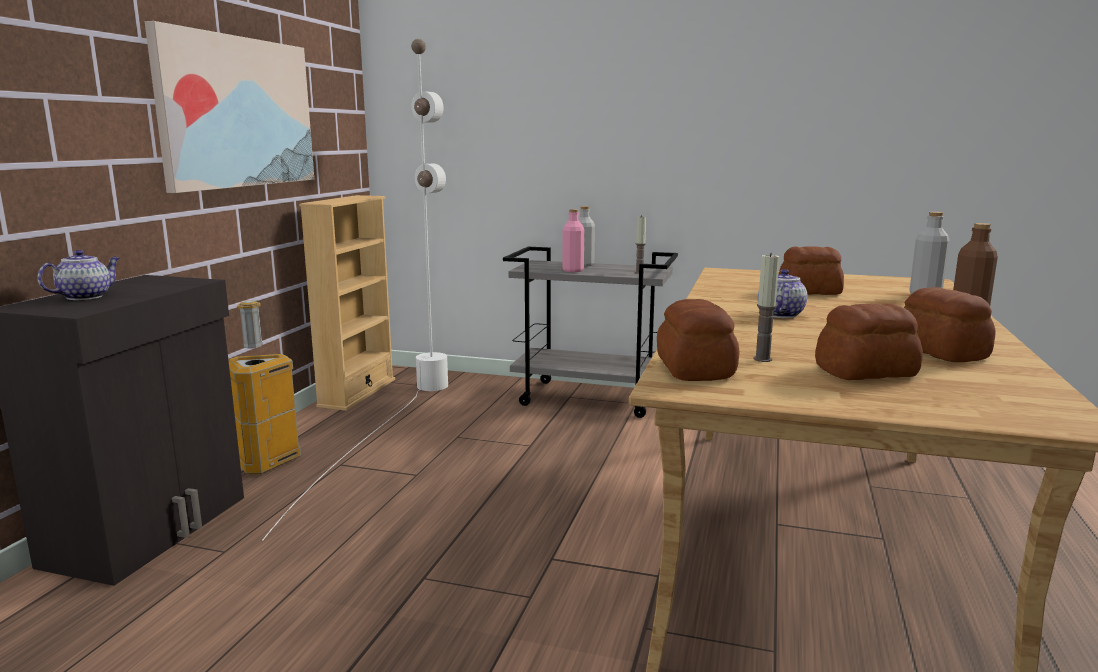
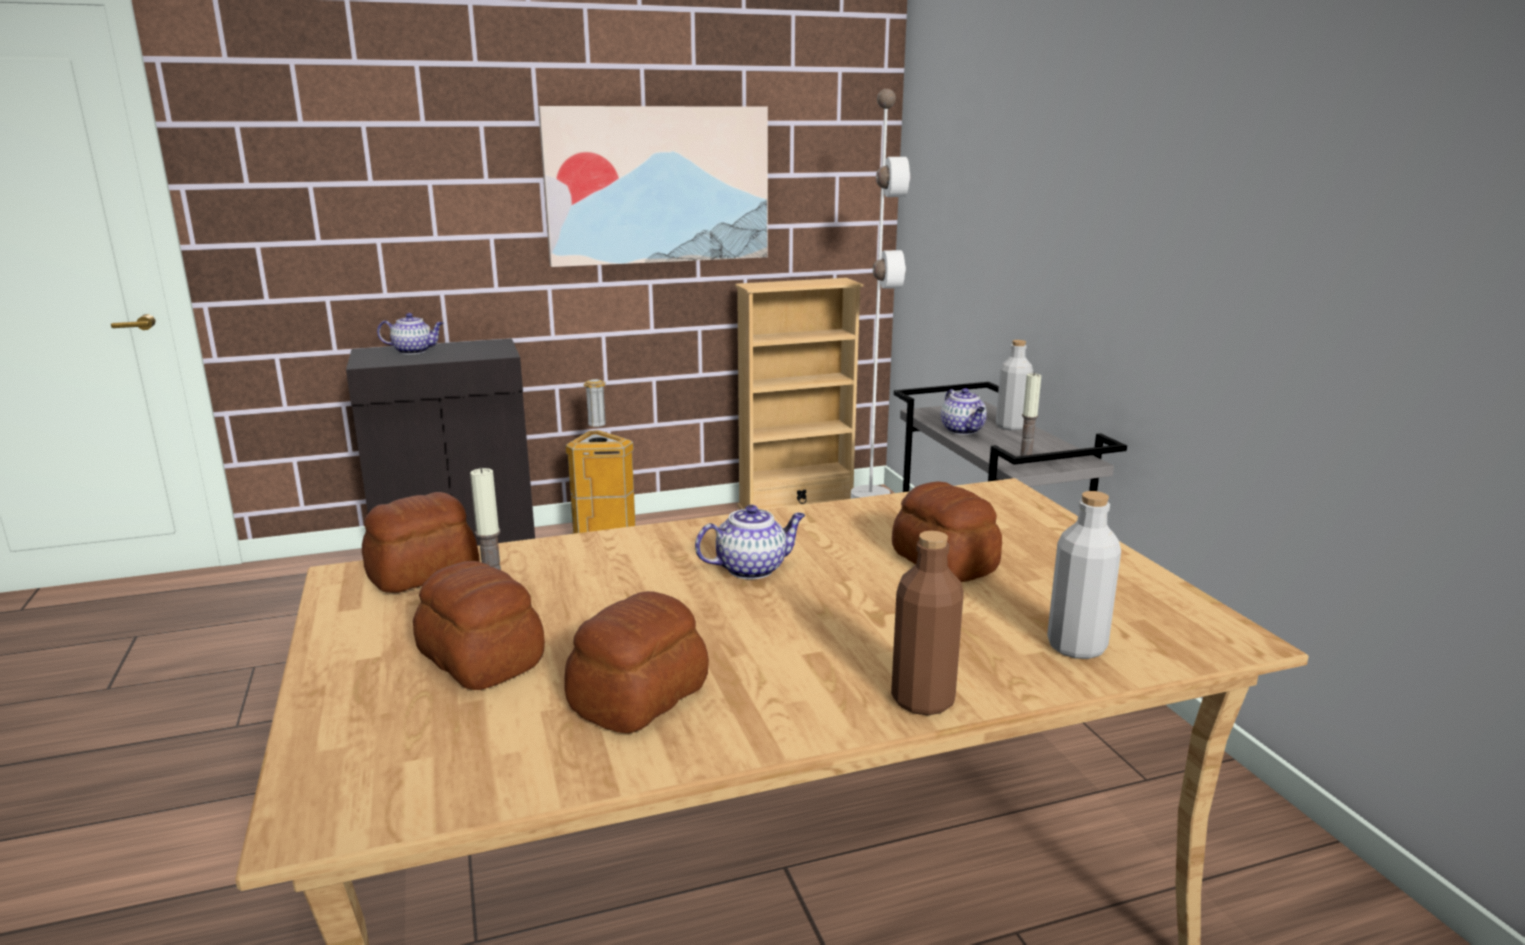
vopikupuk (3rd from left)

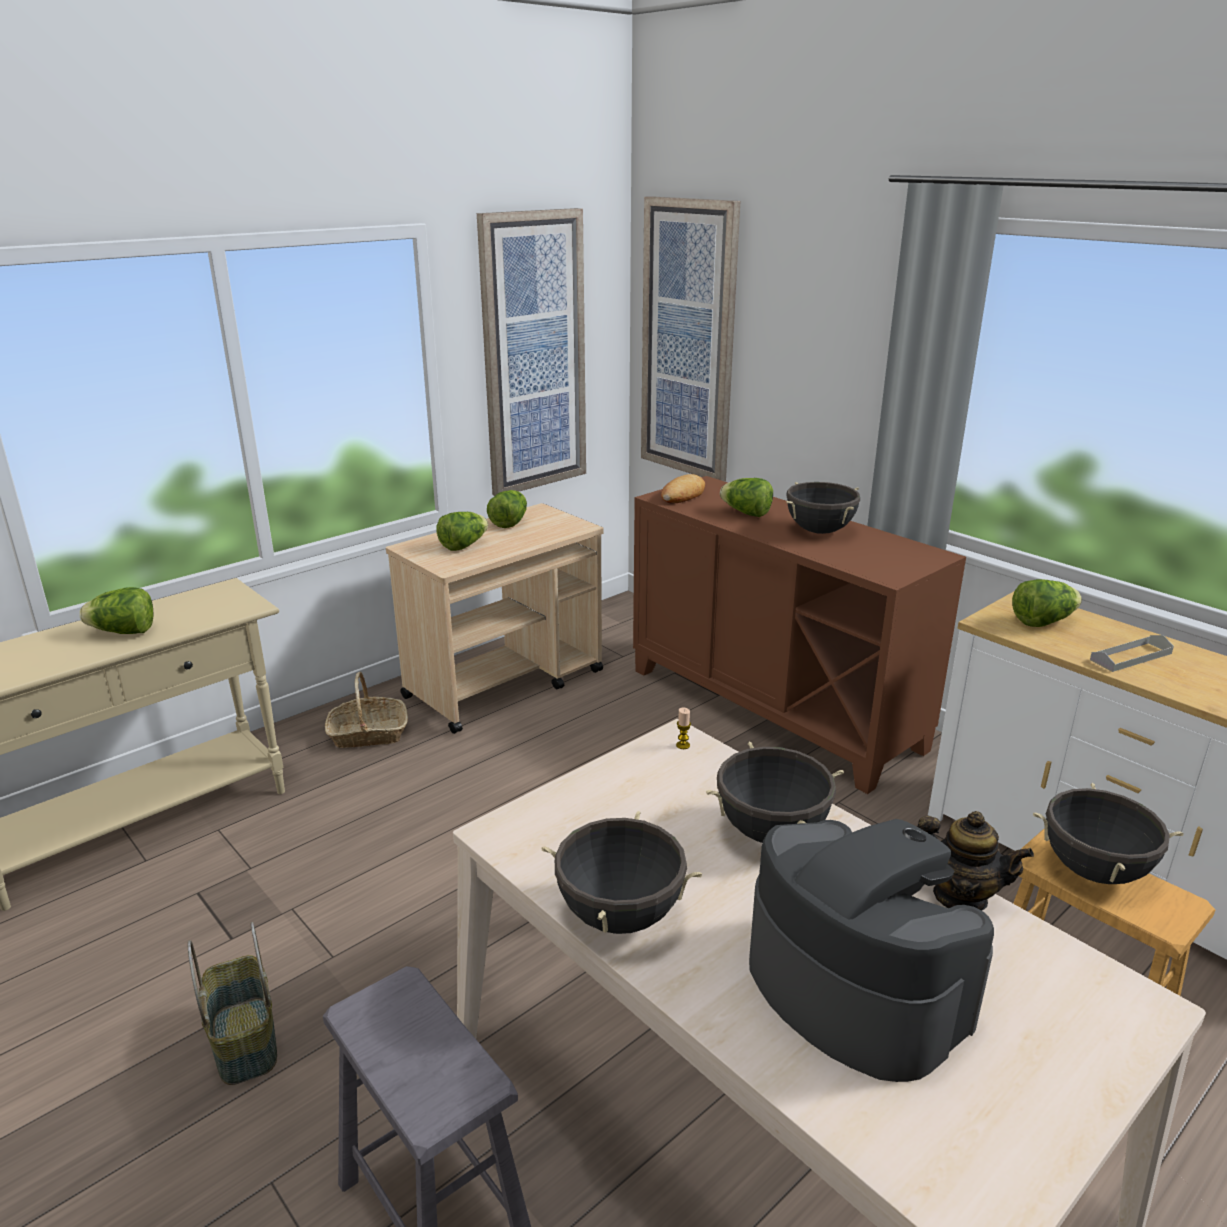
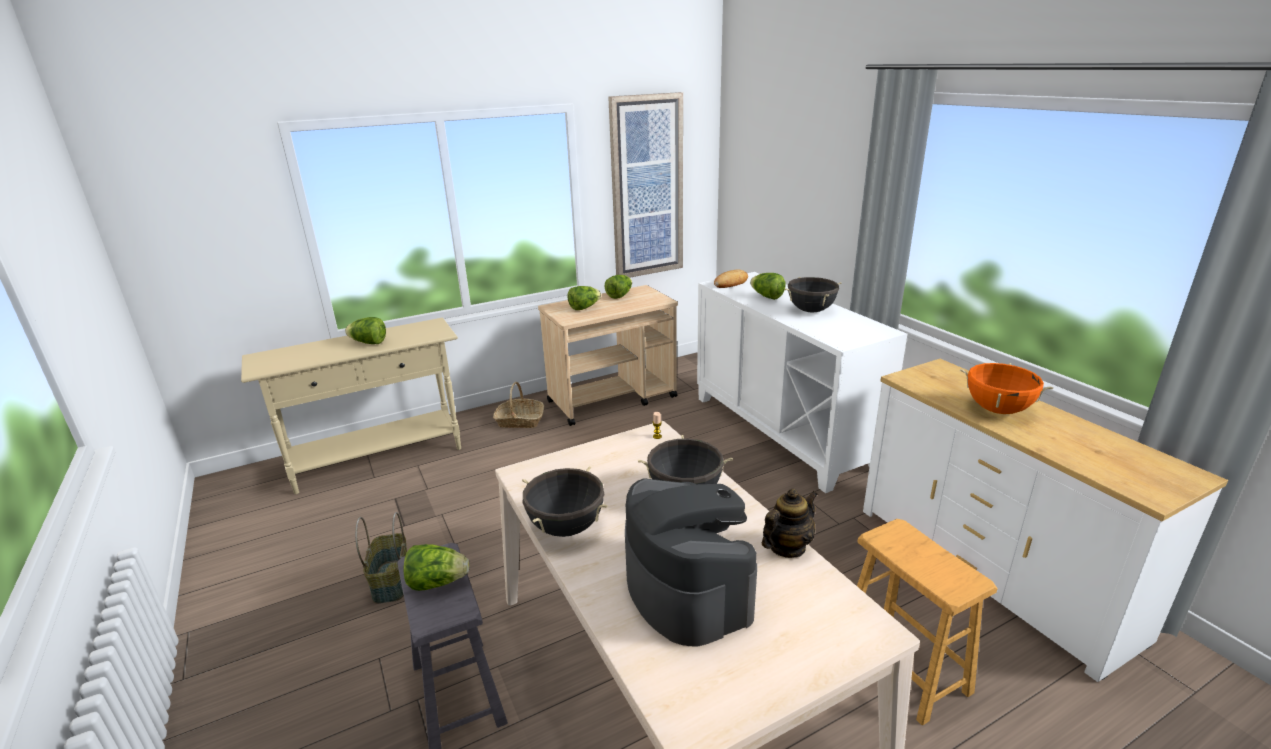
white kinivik
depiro (2nd from left in the first image)
vopikupuk
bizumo (2nd from left)
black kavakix (4th from left in the first image)
orange kavakix

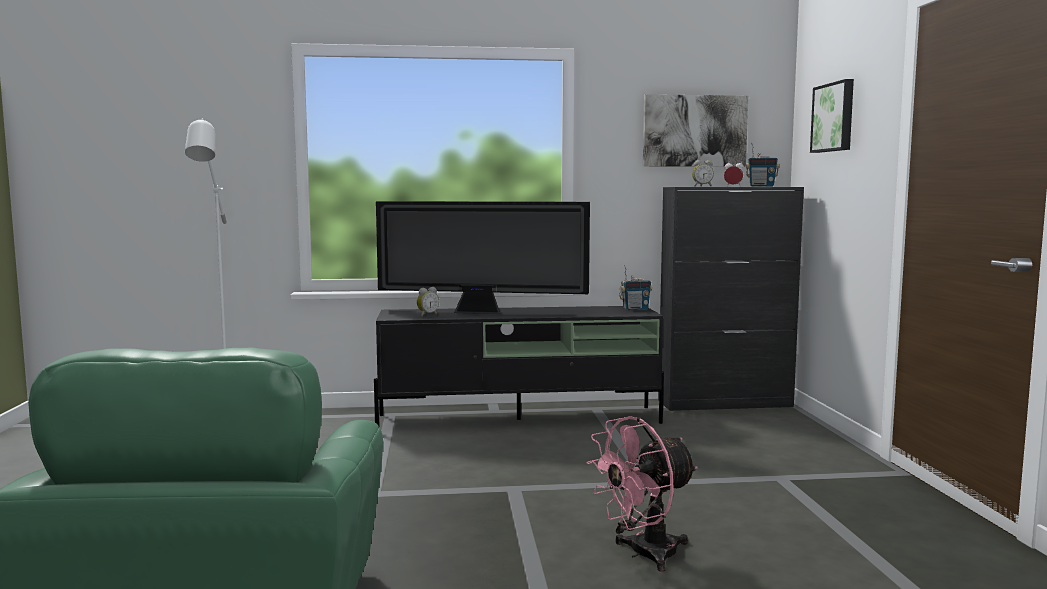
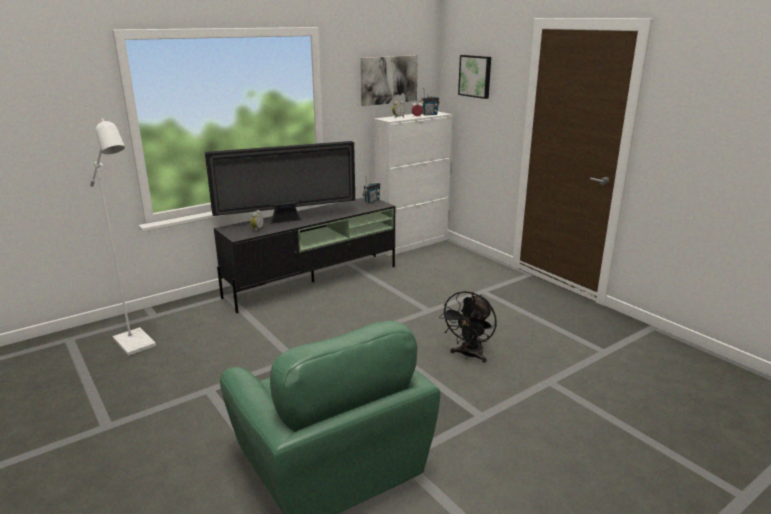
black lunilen
white kinivik

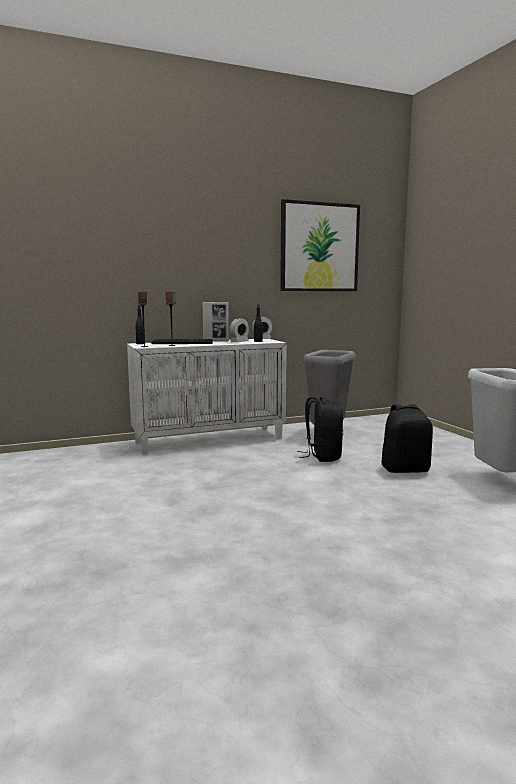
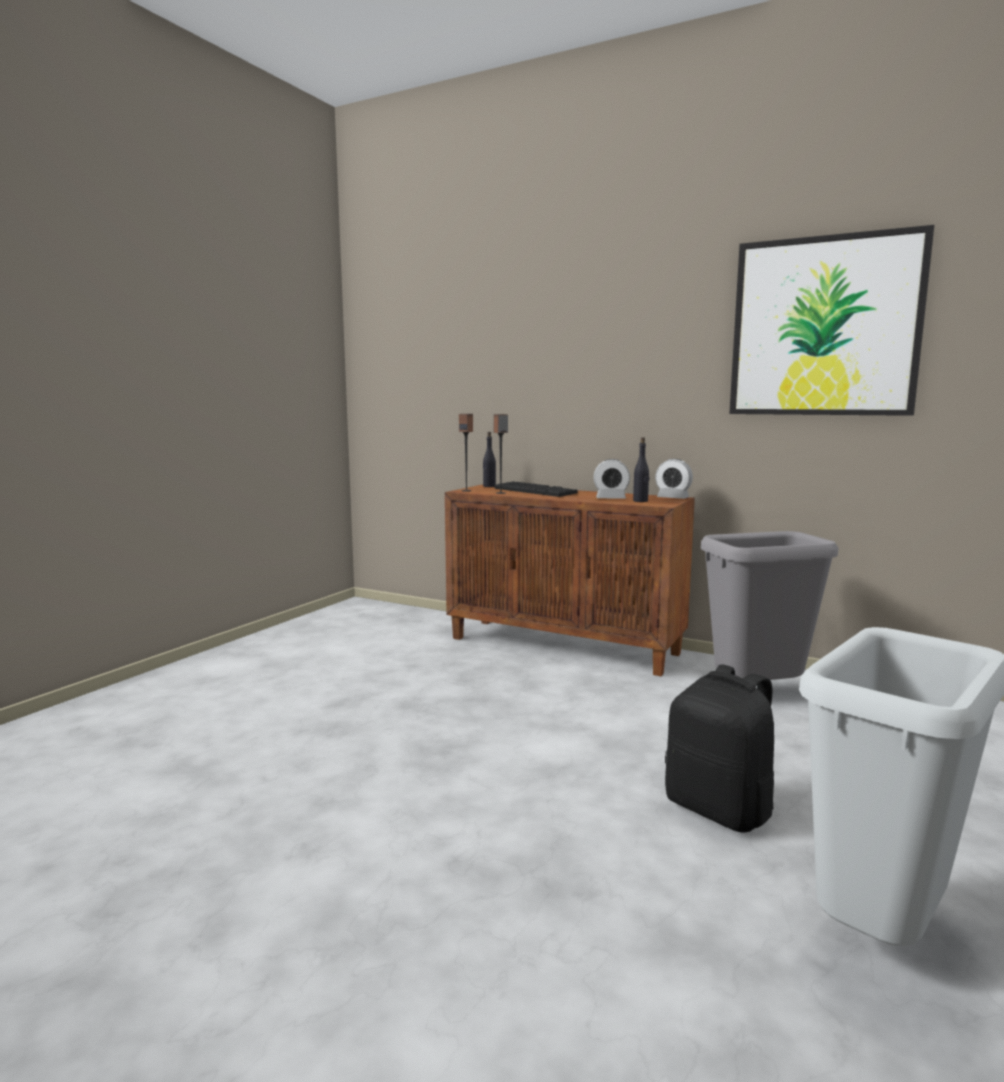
brown kinivik
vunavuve
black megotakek (1st from left in the first image)

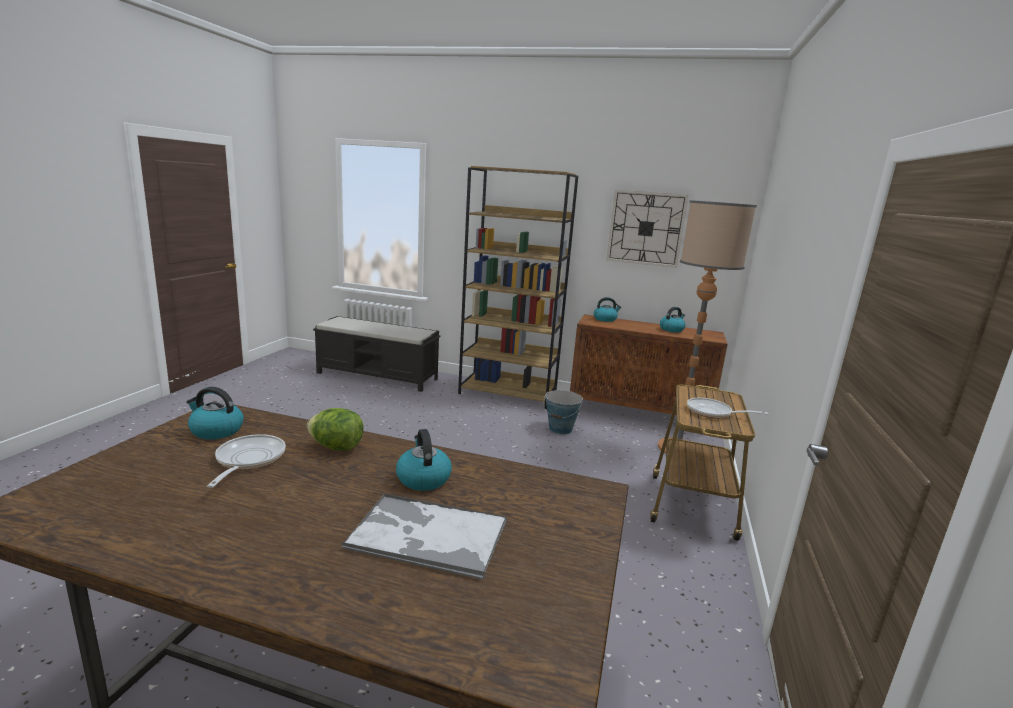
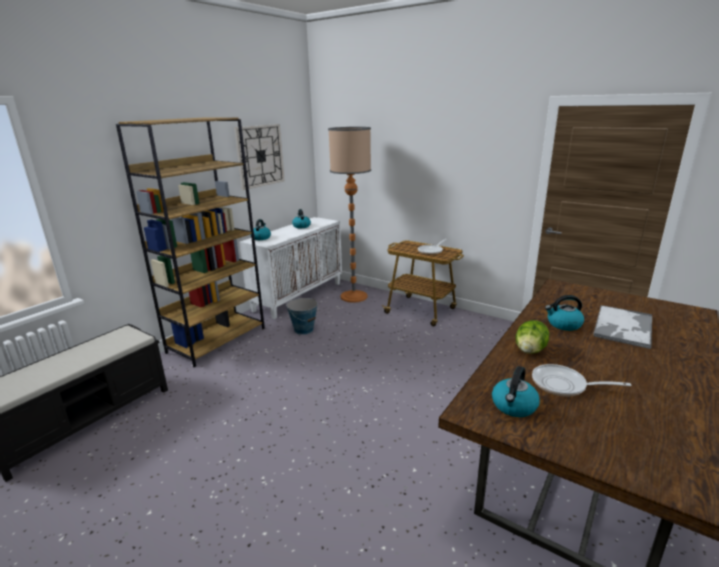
white kinivik

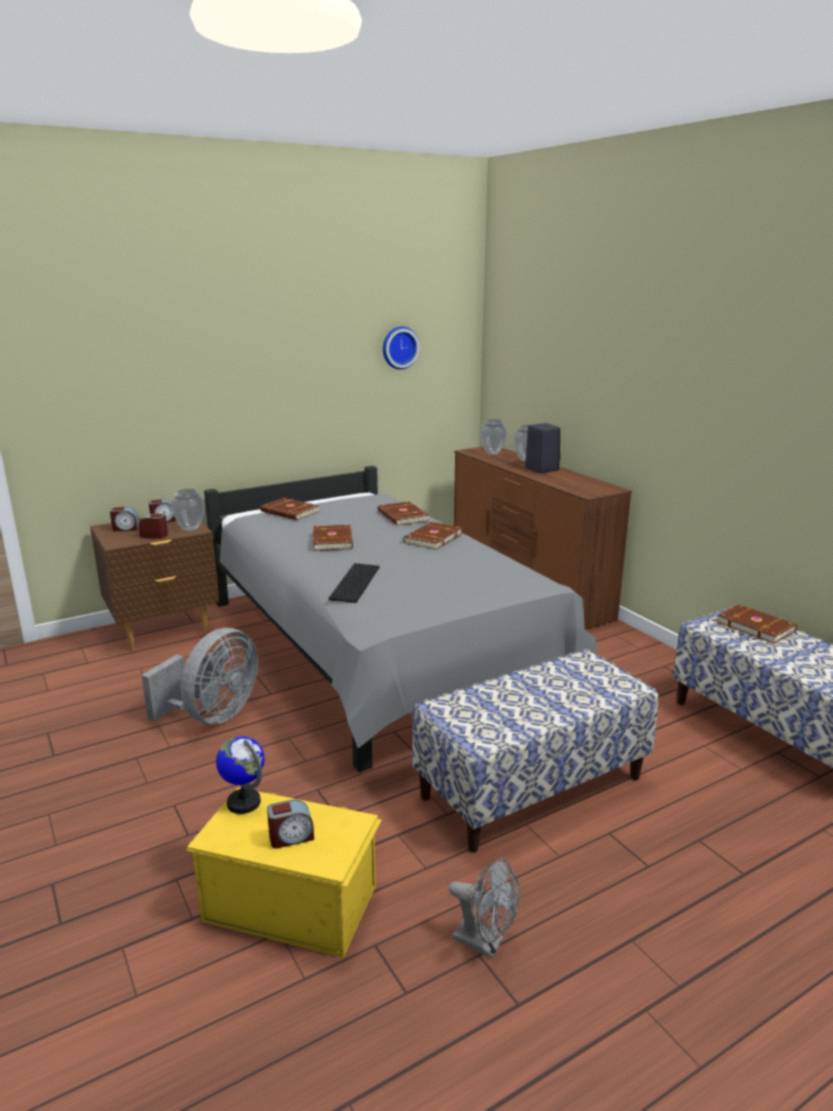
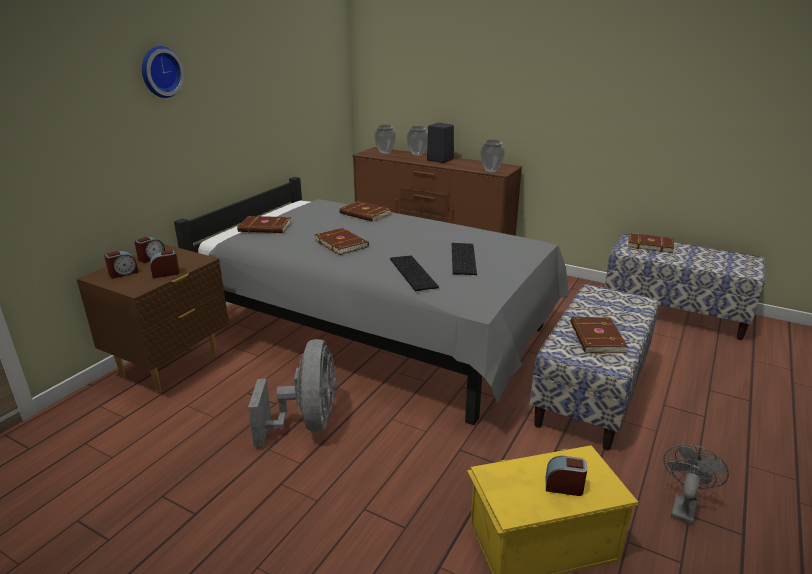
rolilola (3rd from left)
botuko
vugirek (4th from left)
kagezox
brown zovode (4th from left)
grey lunilen (2nd from left)
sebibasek (2nd from left)

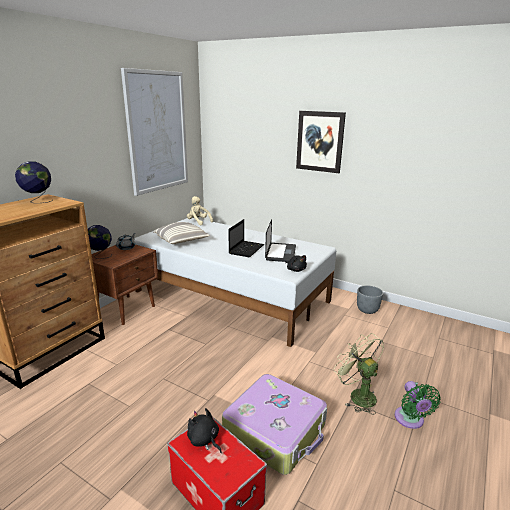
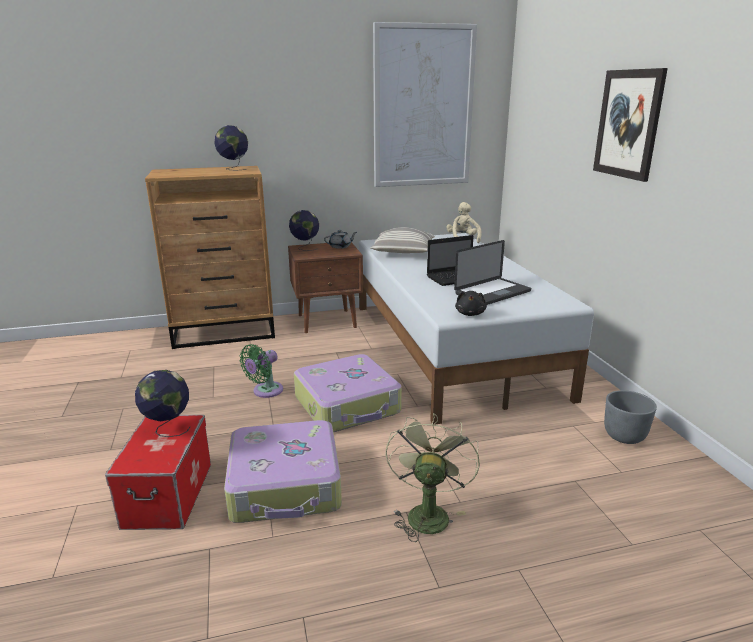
botuko (1st from left)
green lunilen (1st from left)
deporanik (2nd from left)

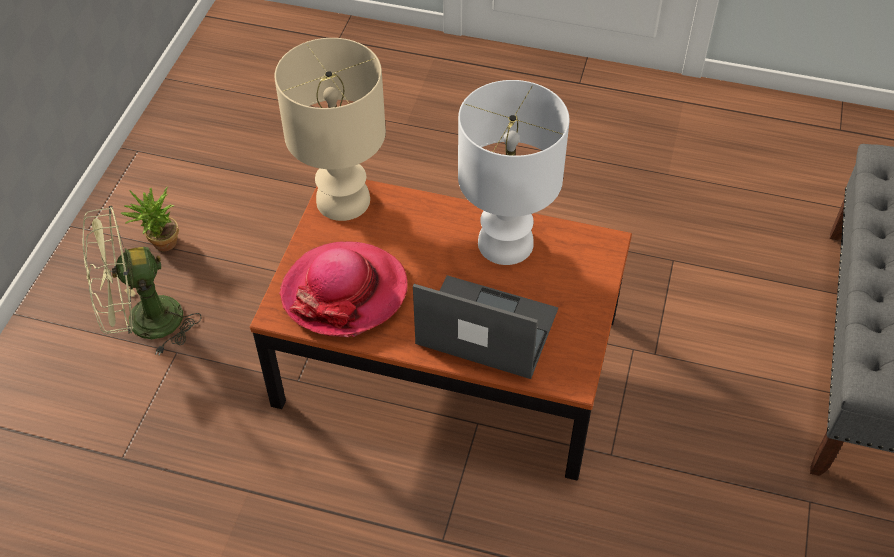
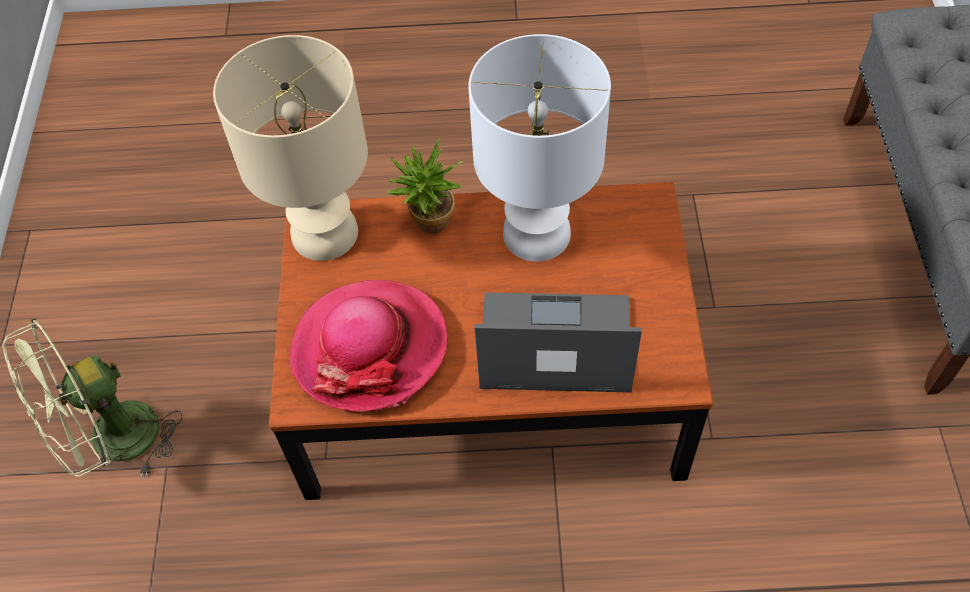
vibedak

